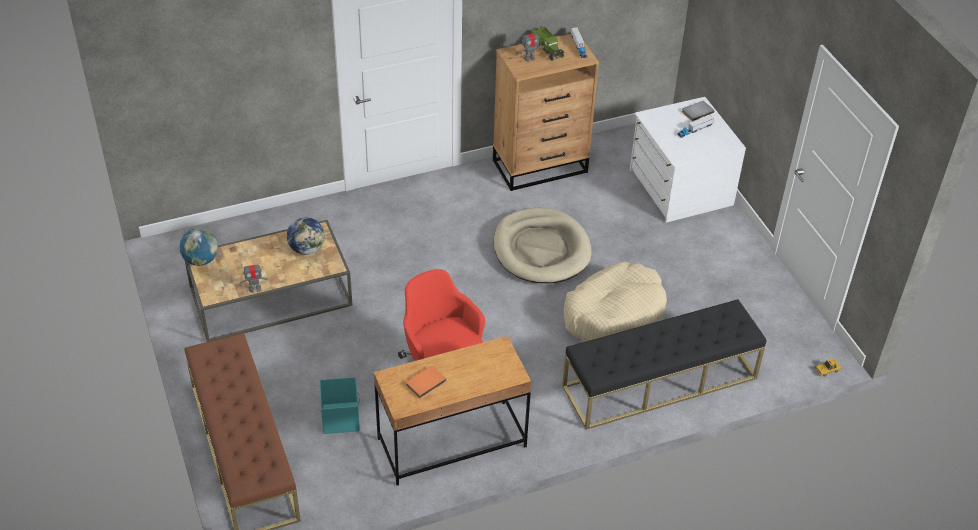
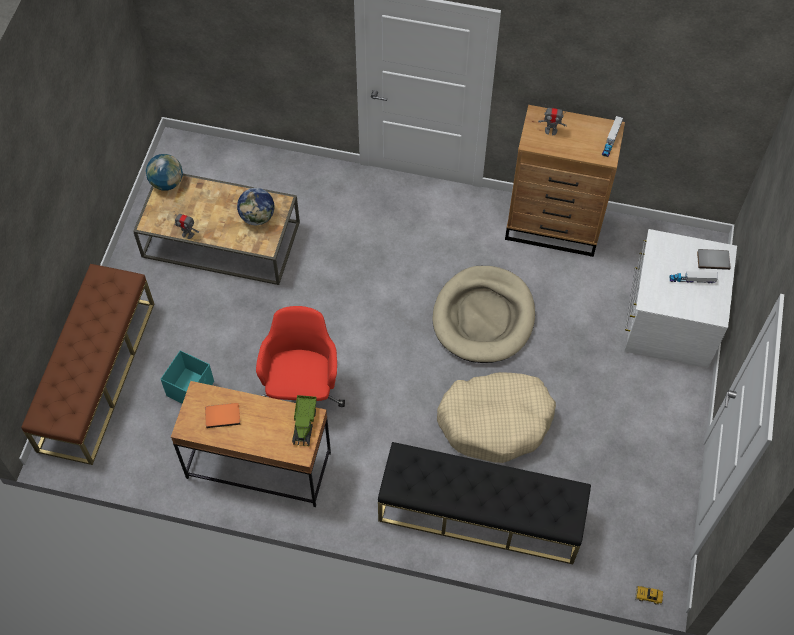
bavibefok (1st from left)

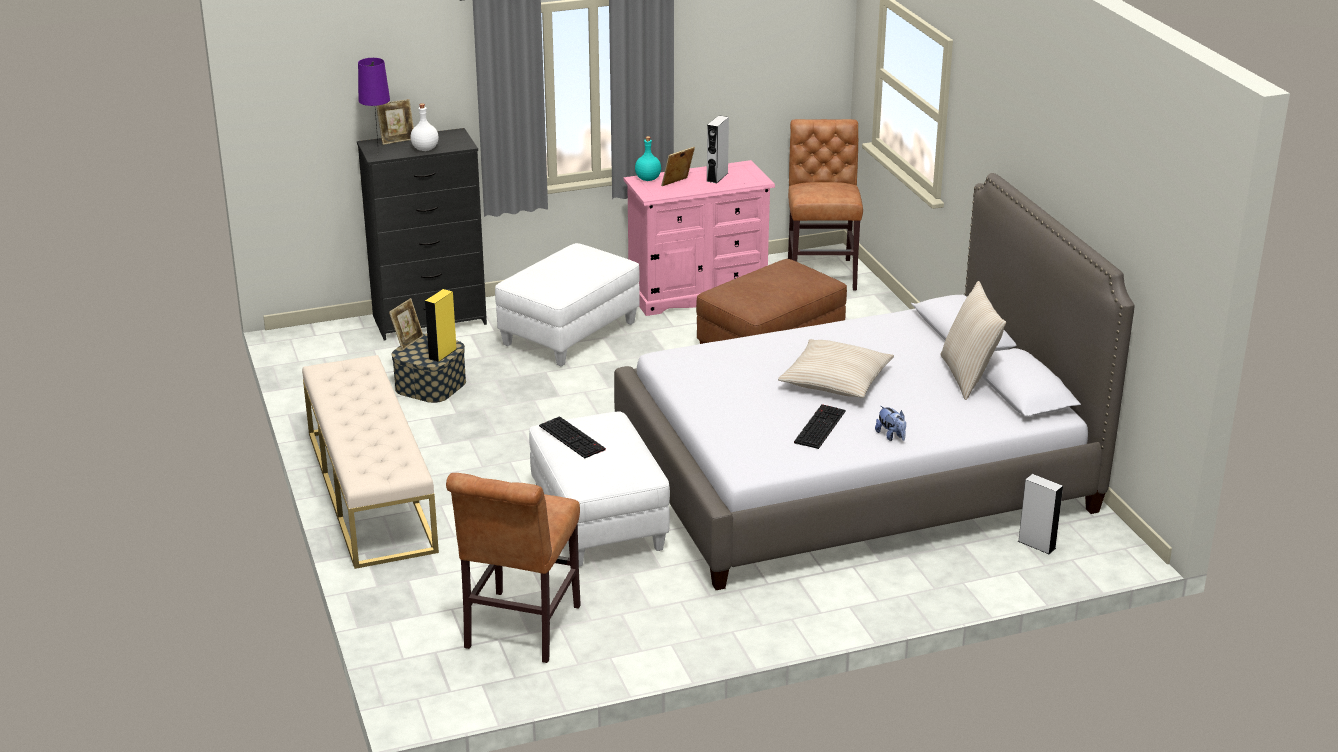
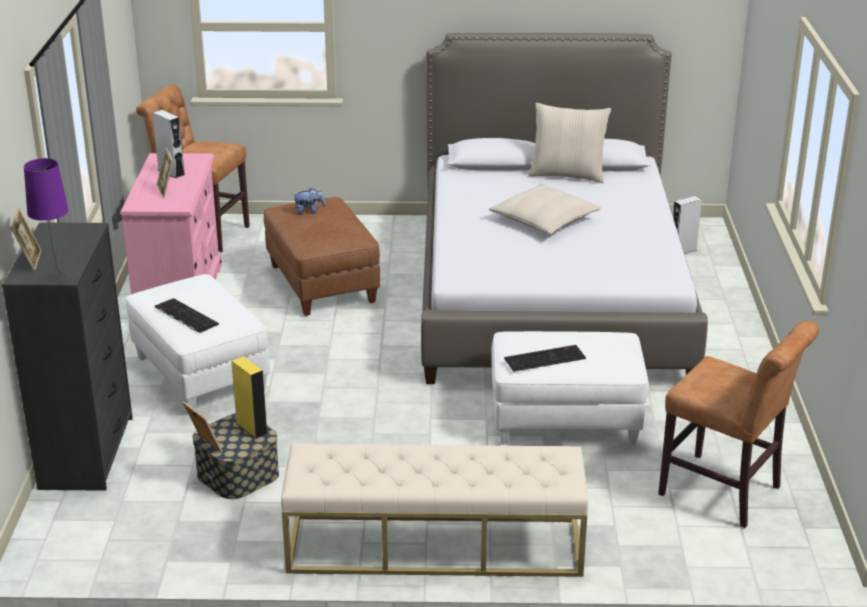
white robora
turquoise robora
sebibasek (1st from left)
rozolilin

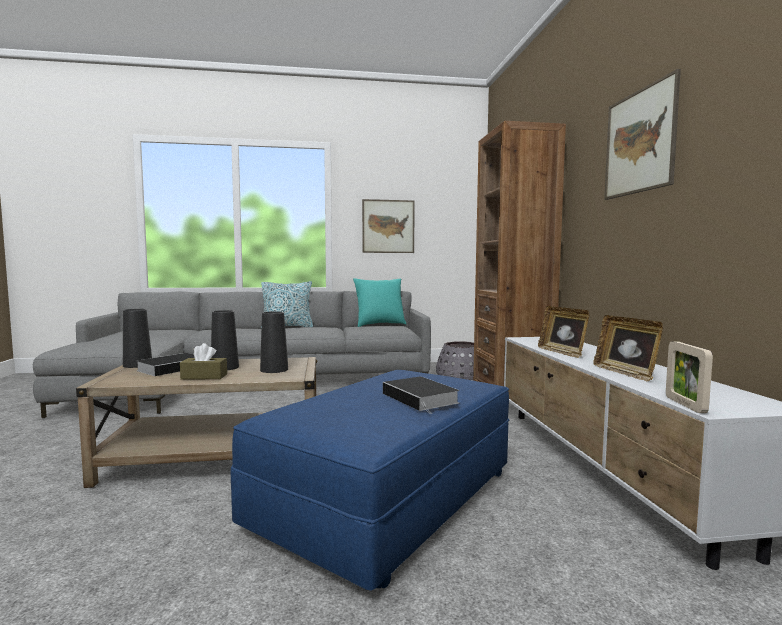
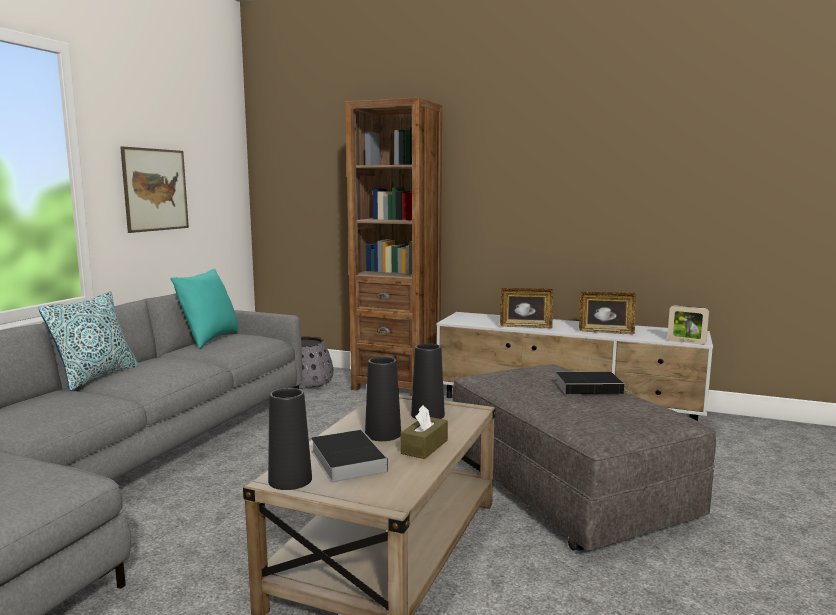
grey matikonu
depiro (2nd from left in the first image)

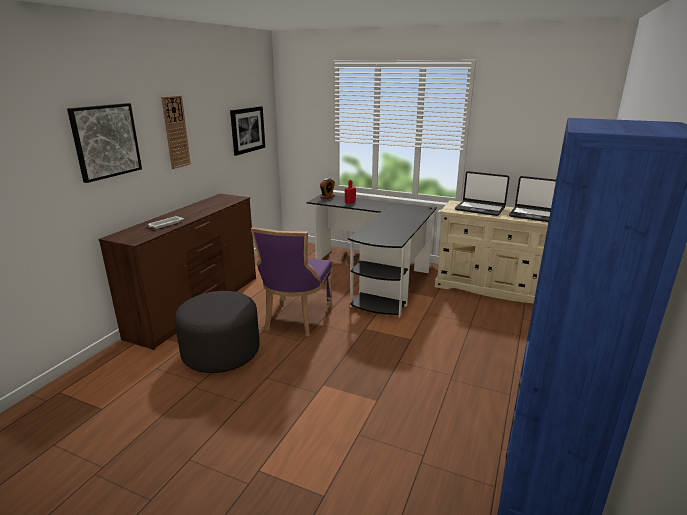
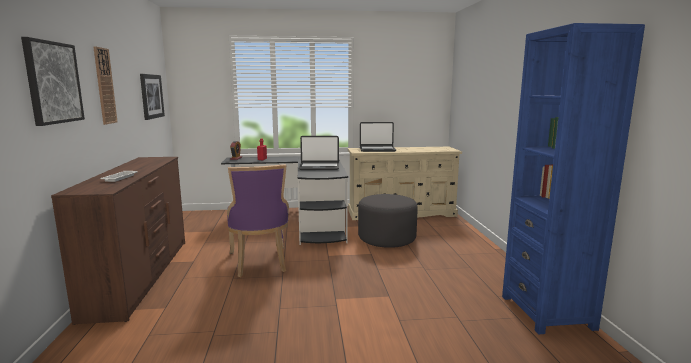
grey matikonu
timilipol (1st from left)

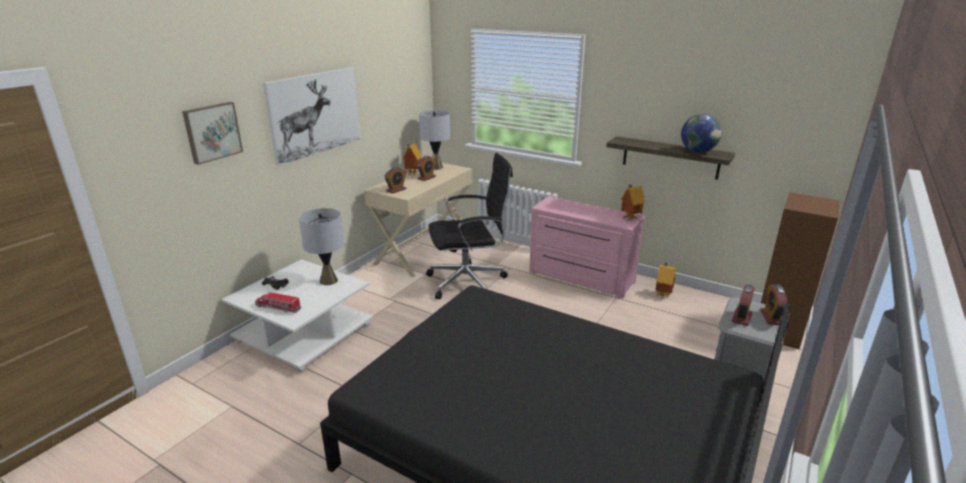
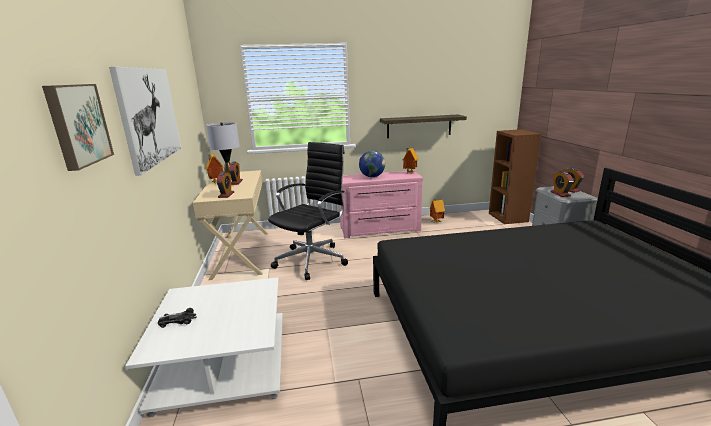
bavibefok
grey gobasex (1st from left in the first image)
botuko

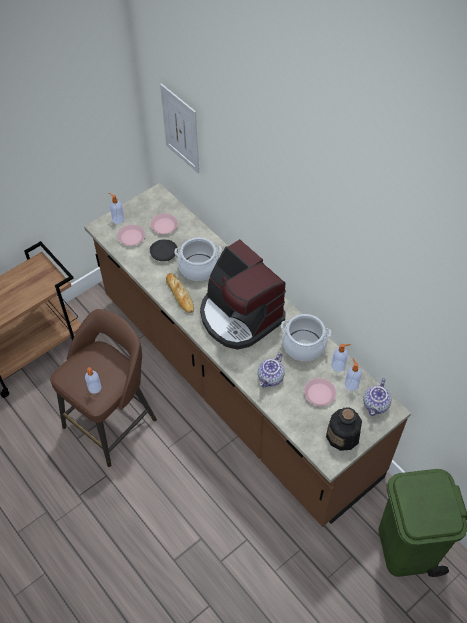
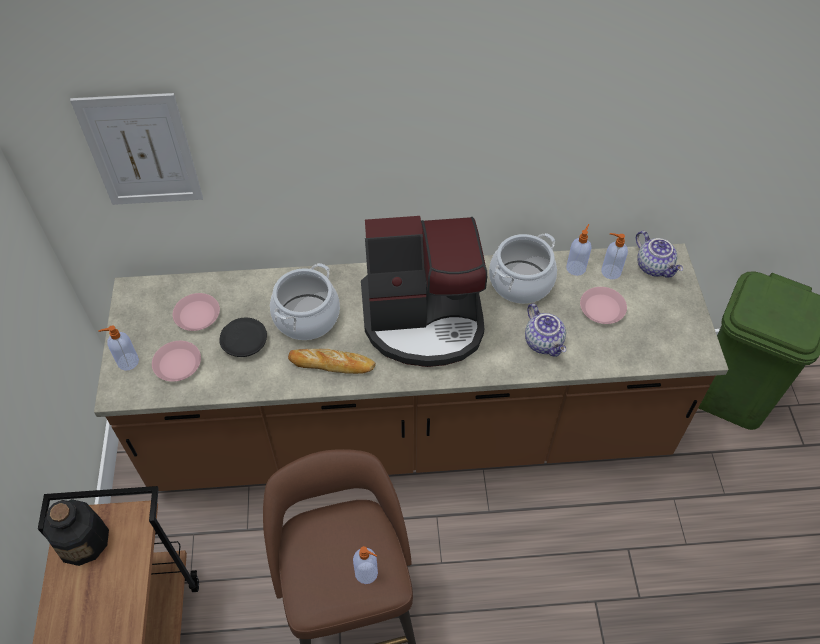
robora

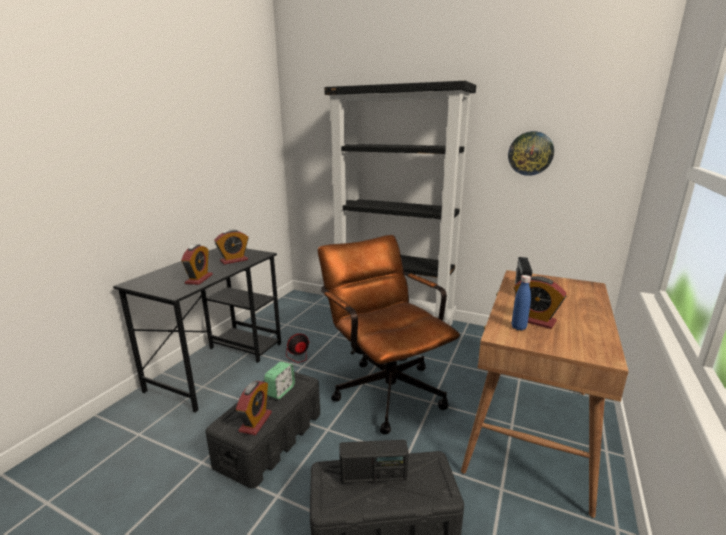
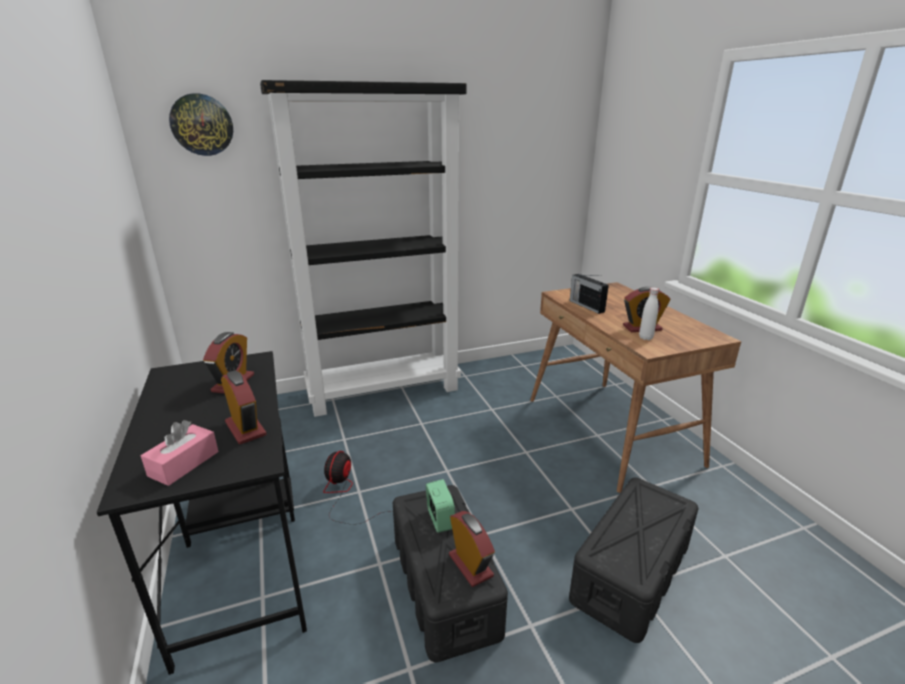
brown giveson
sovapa (1st from left in the first image)
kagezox
white robora
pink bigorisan

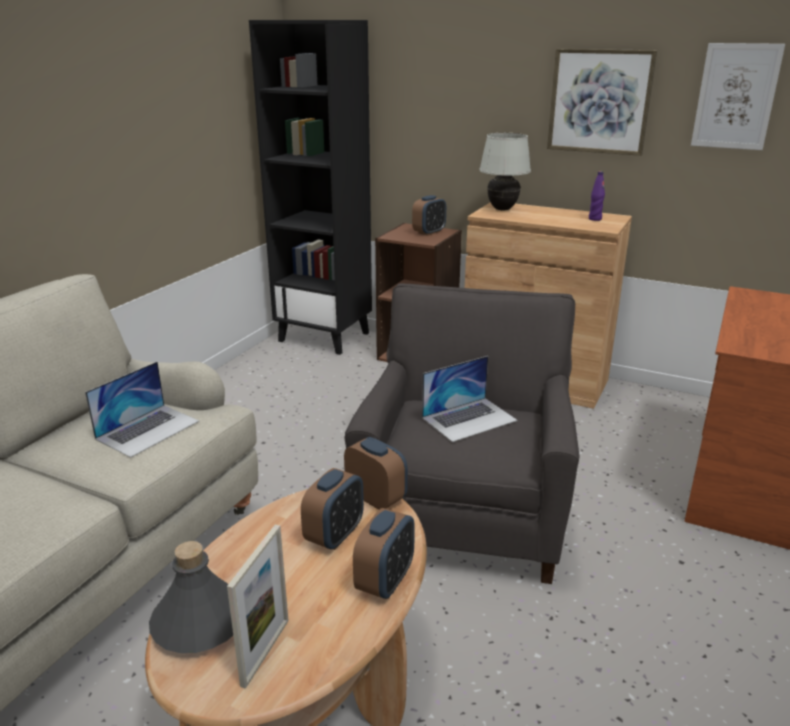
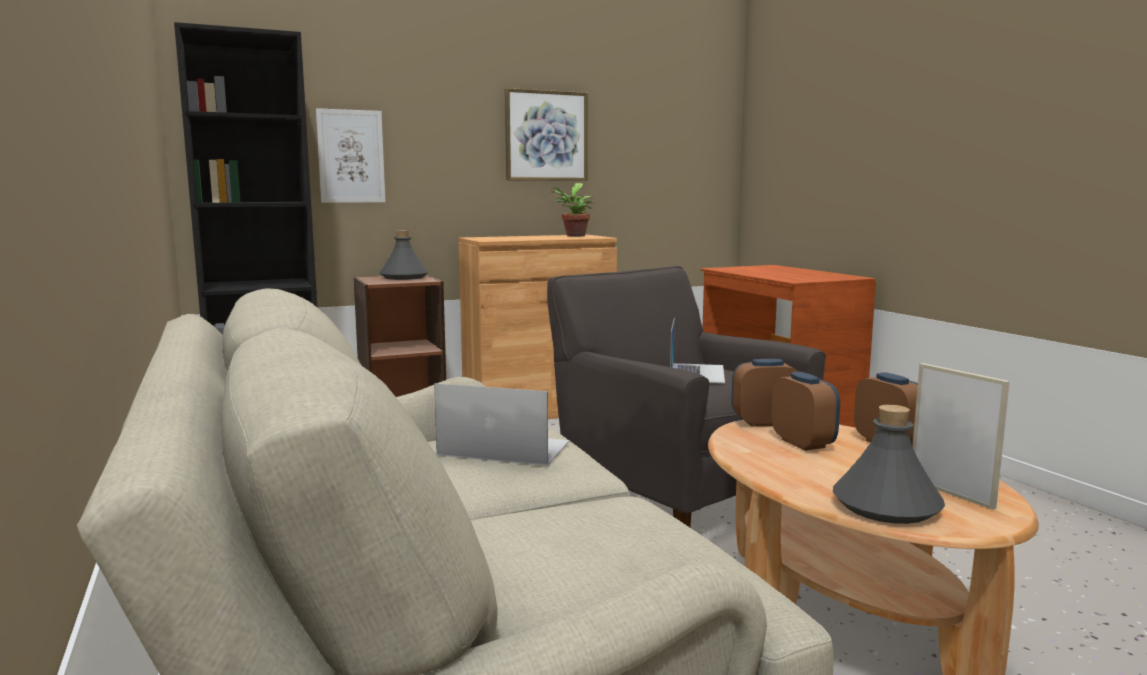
timilipol (1st from left)
grey robora (1st from left)
white gobasex
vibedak
depiro (1st from left)

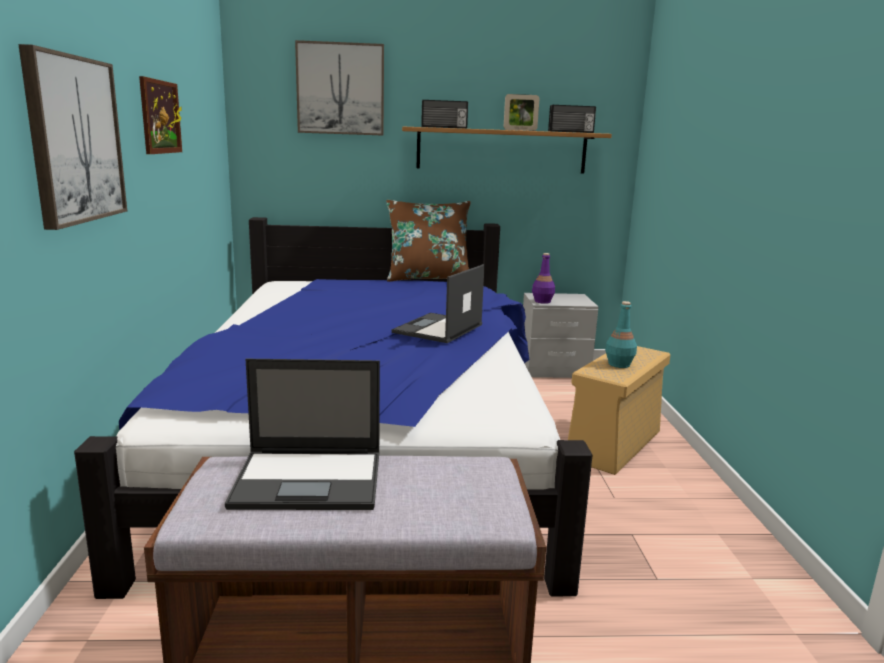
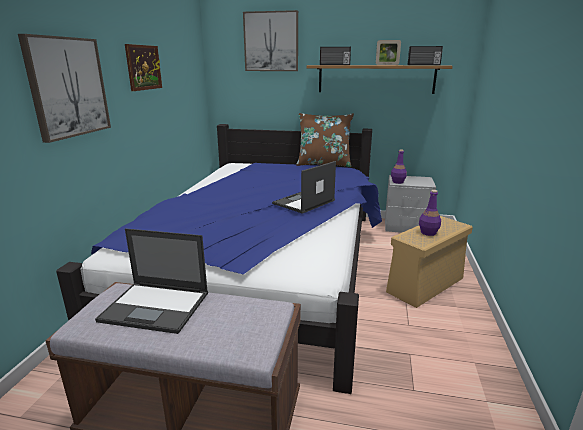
purple robora (2nd from left)

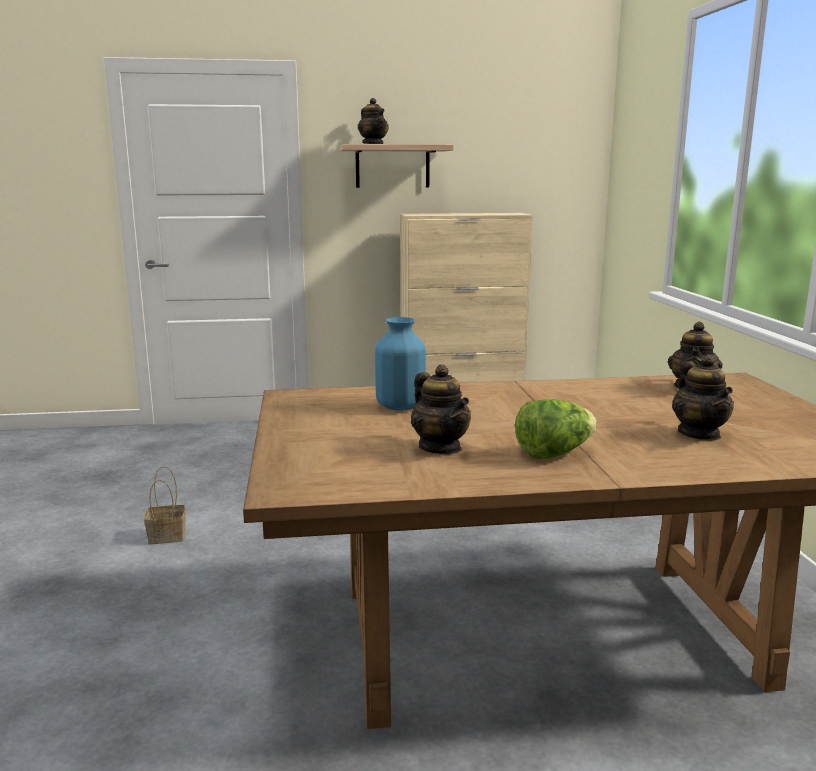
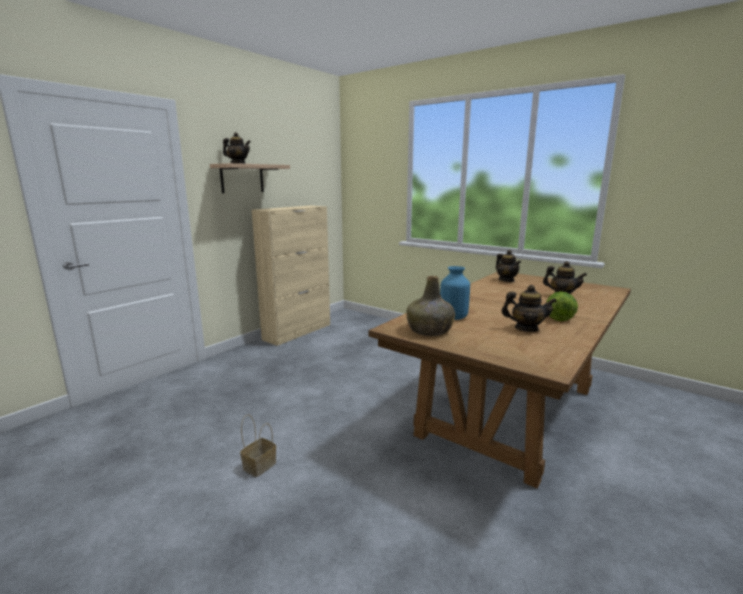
green robora

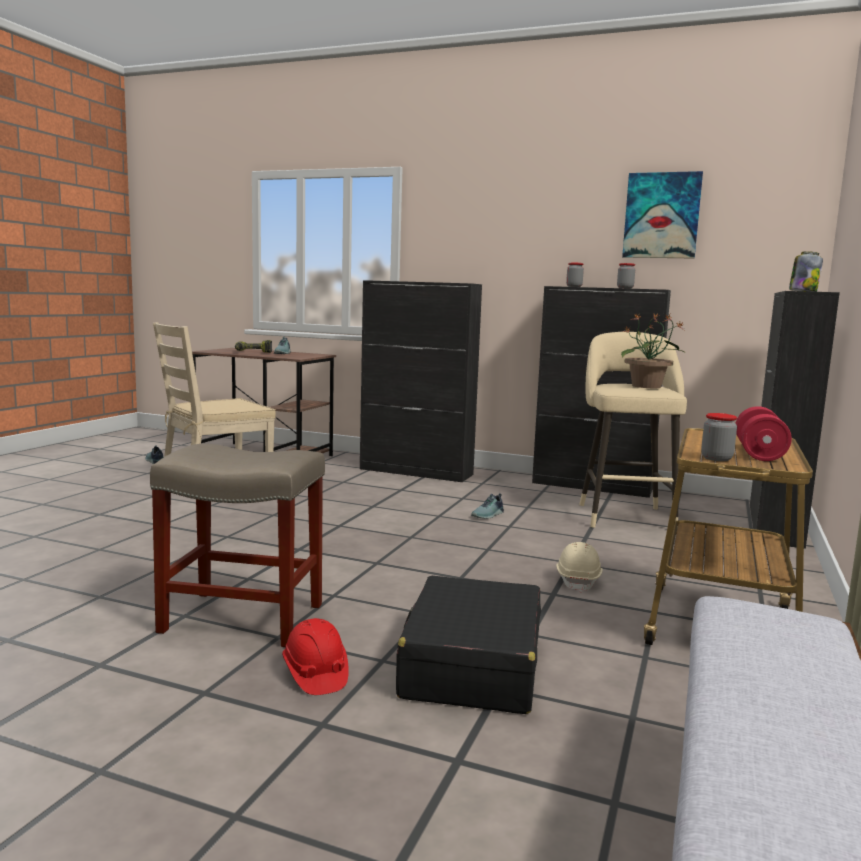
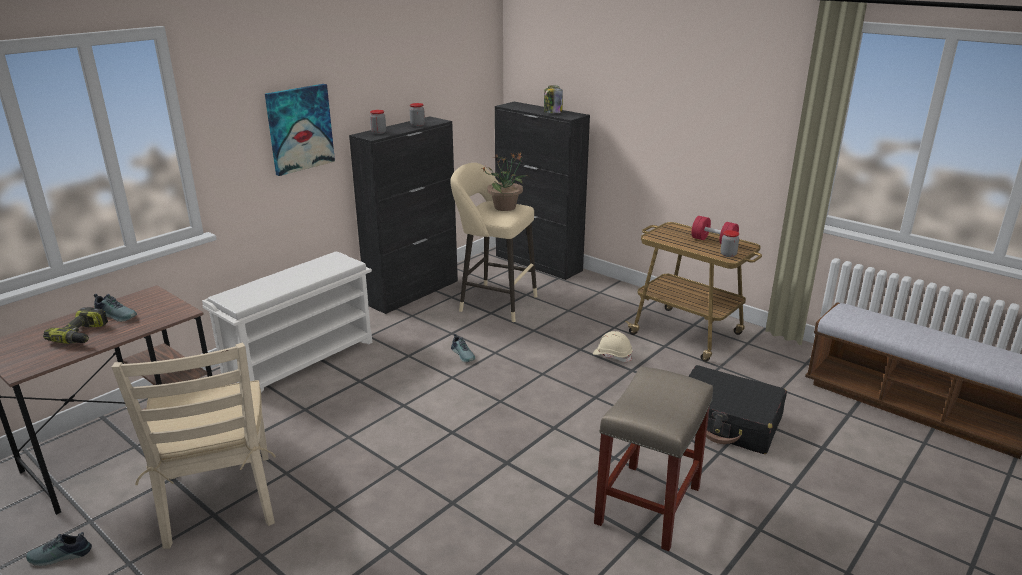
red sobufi
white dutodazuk
depiro

